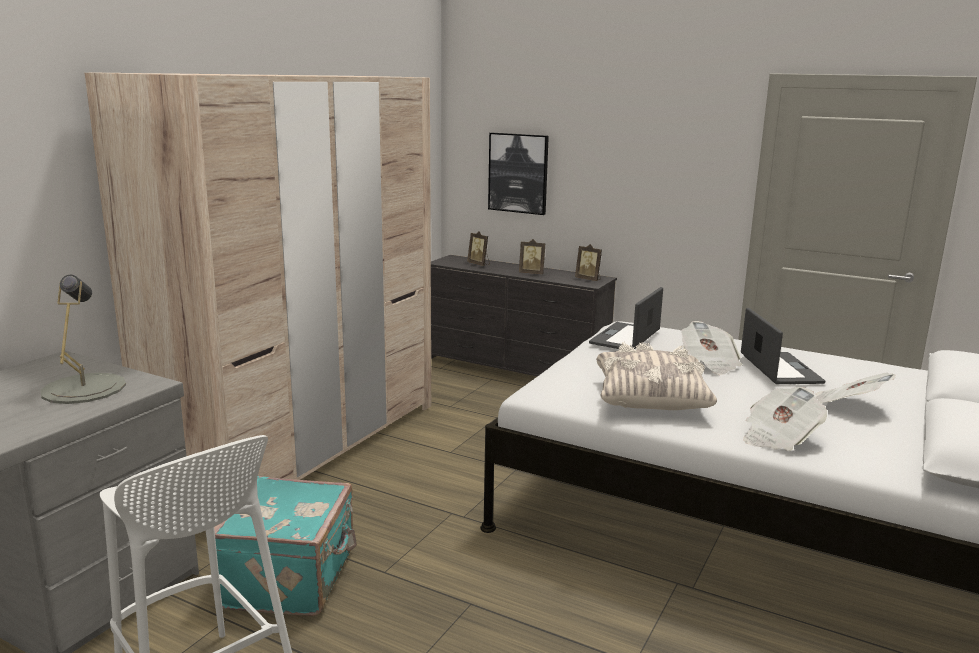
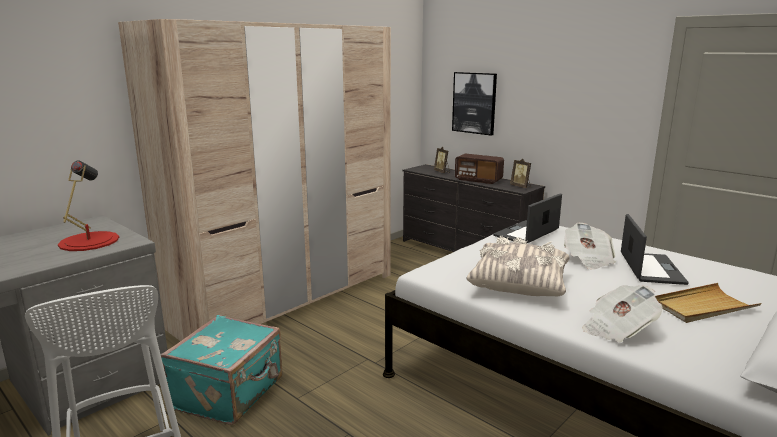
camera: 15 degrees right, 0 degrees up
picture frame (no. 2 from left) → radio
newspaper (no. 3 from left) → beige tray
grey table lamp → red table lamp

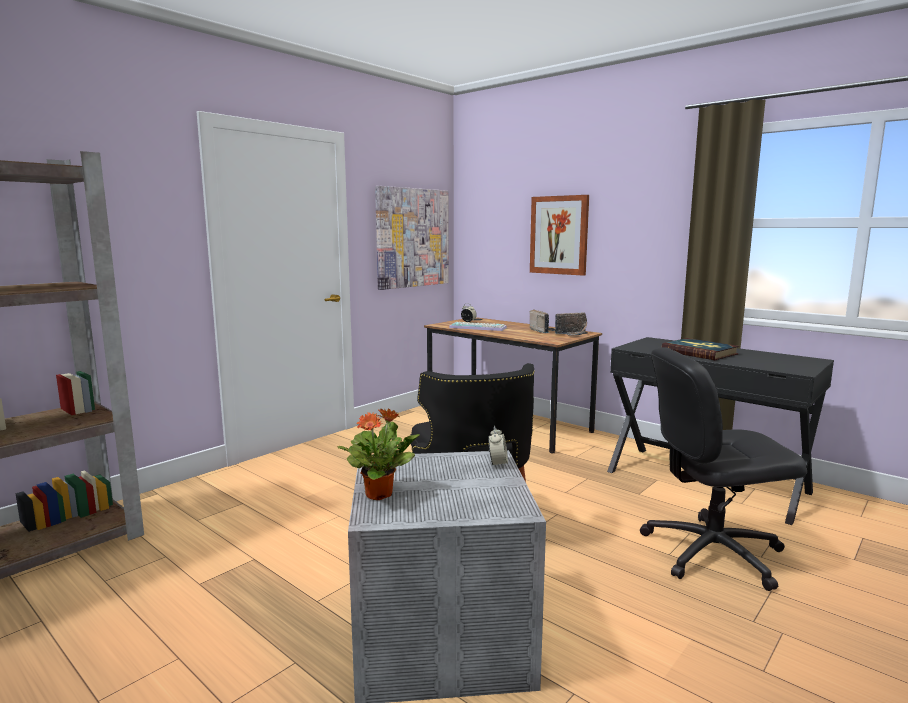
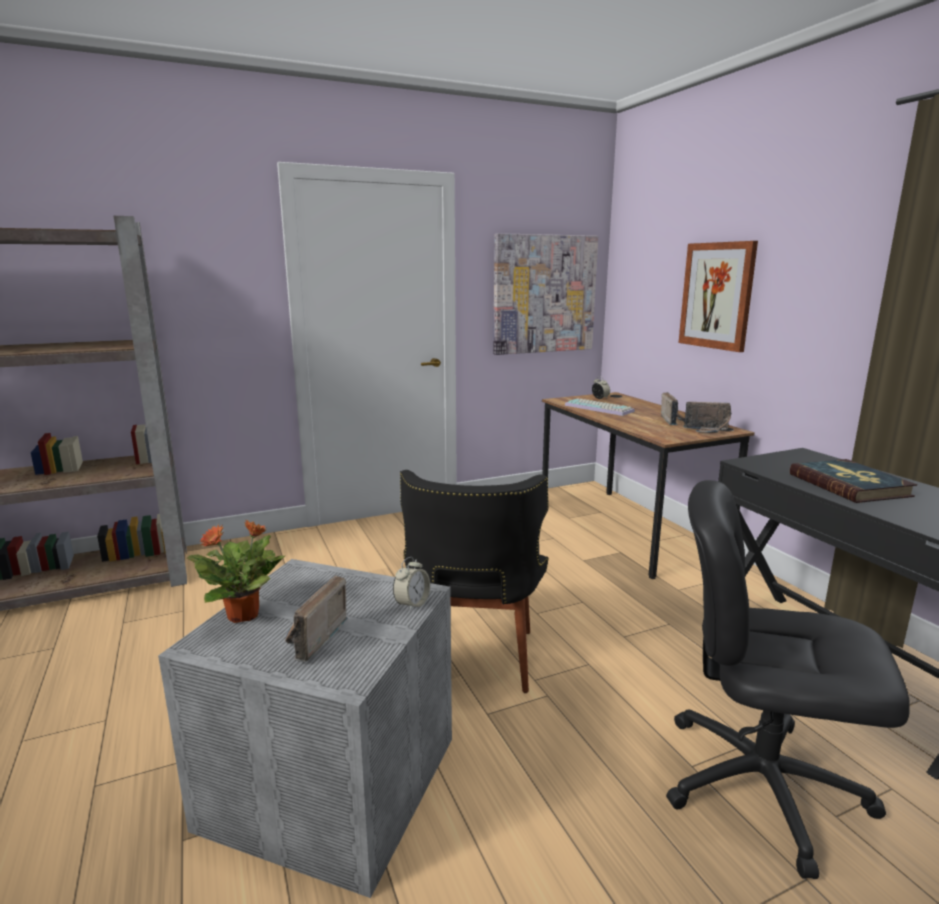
camera: 25 degrees right, 5 degrees up
- → radio (no. 1 from left)

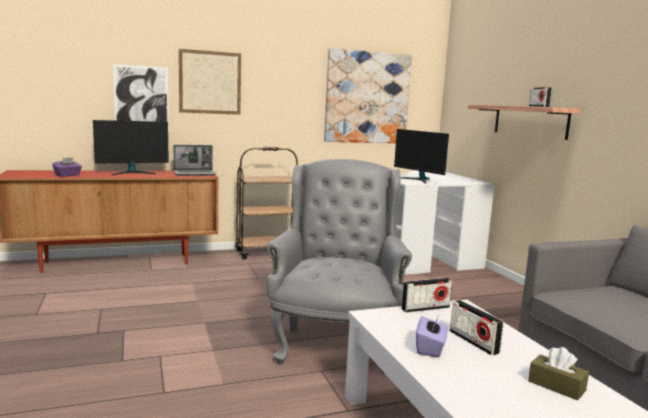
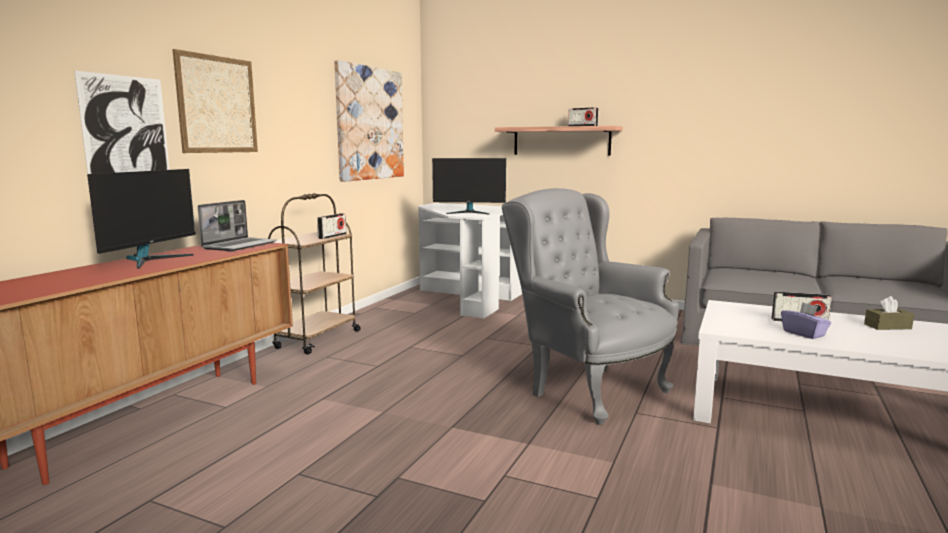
camera: 45 degrees left, 0 degrees up
purple tissue box (no. 1 from left) → -
radio (no. 1 from left), relocated

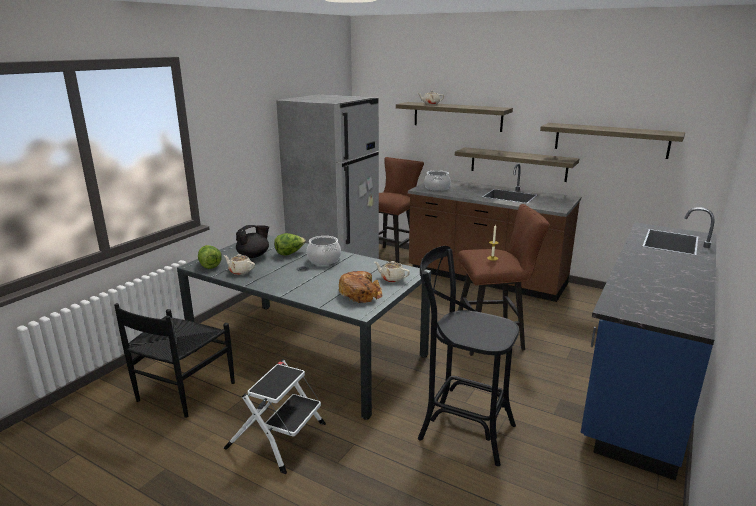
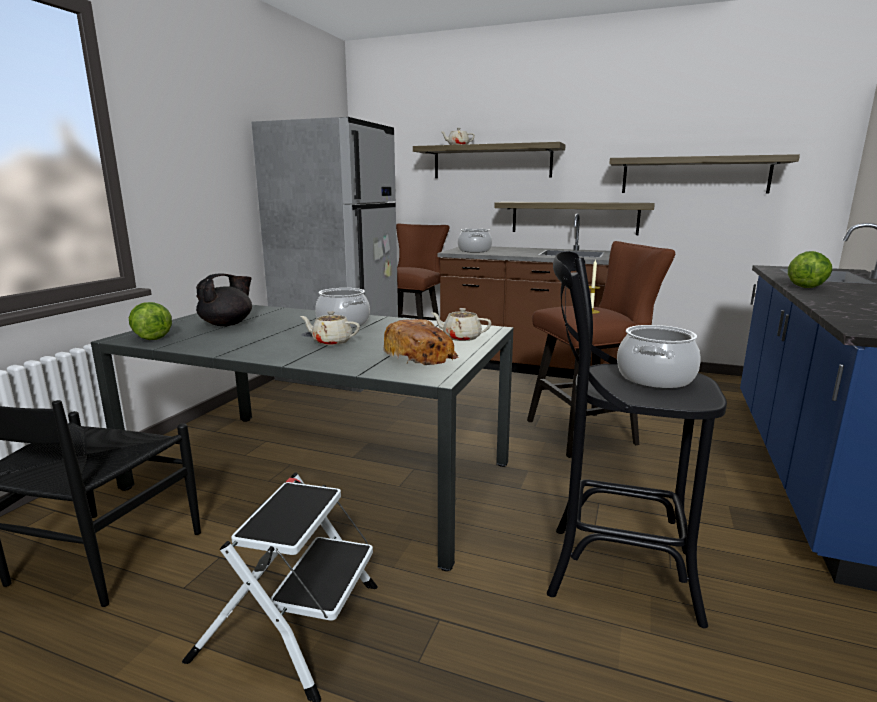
camera: 10 degrees left, 5 degrees down
- → cooking pot (no. 3 from left)
beige teapot (no. 1 from left), relocated
lettuce (no. 2 from left), relocated

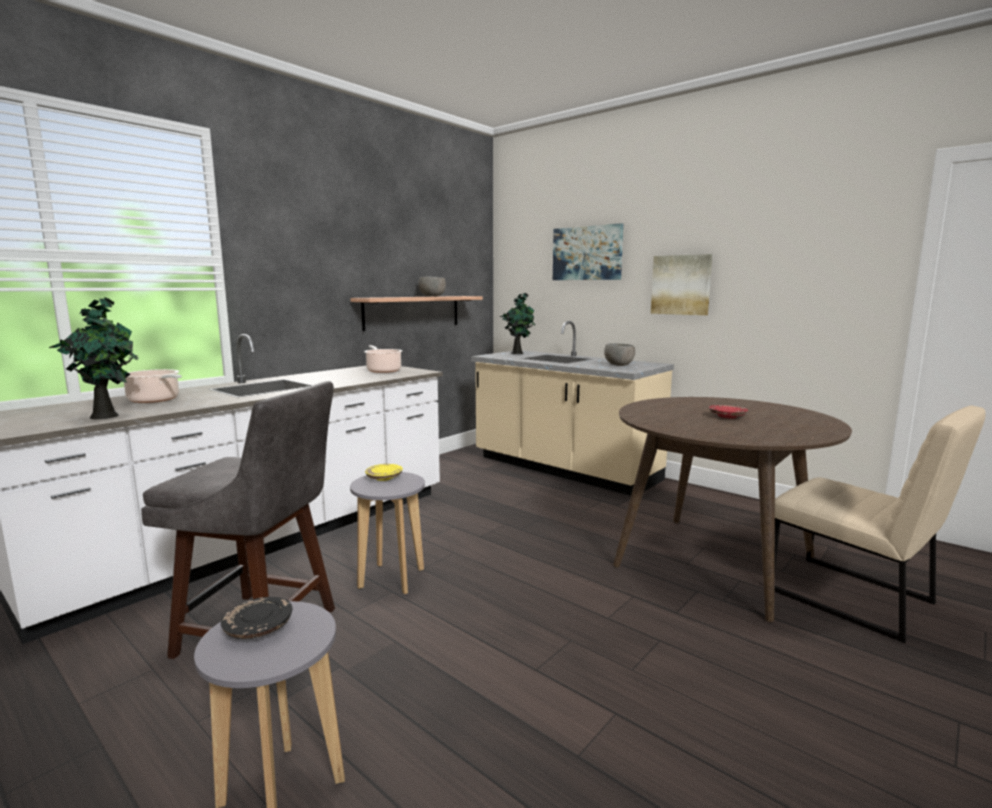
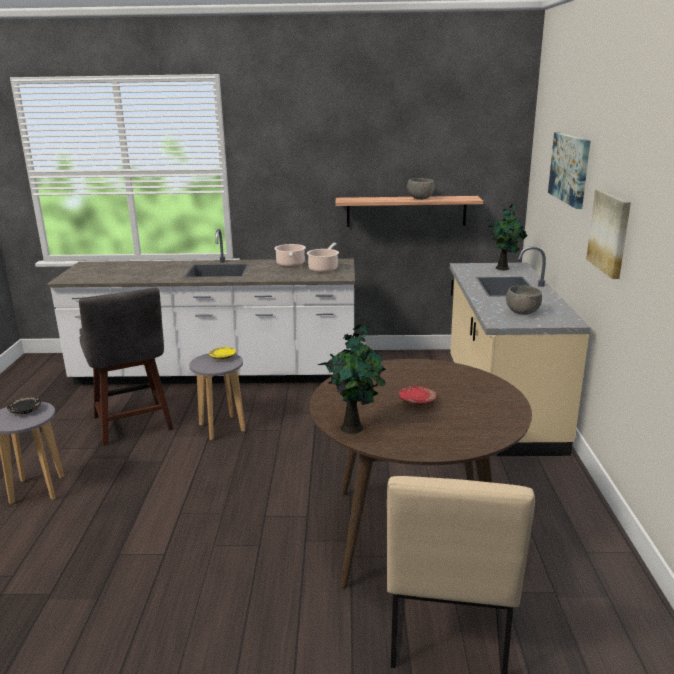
camera: 50 degrees right, 10 degrees up
potted plant (no. 1 from left), relocated
cooking pot (no. 1 from left), relocated

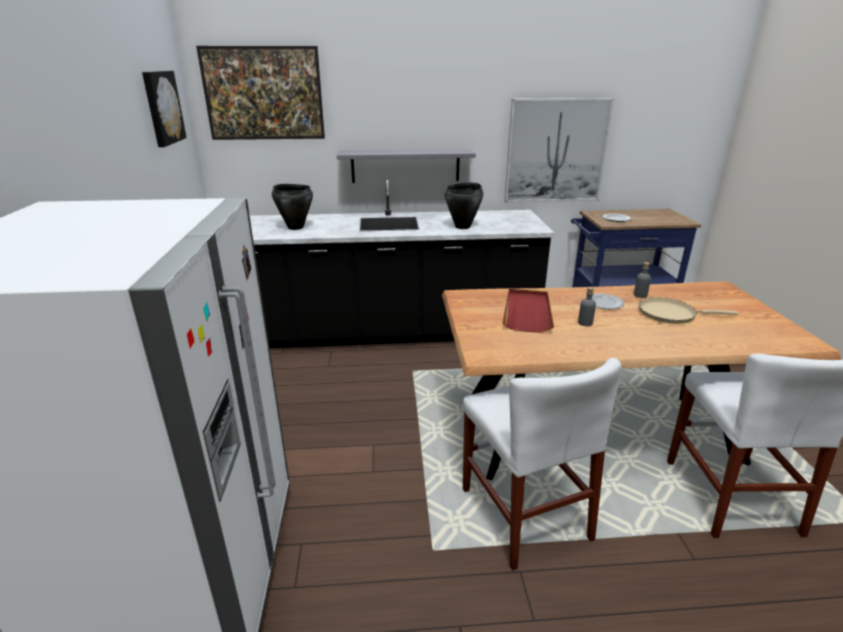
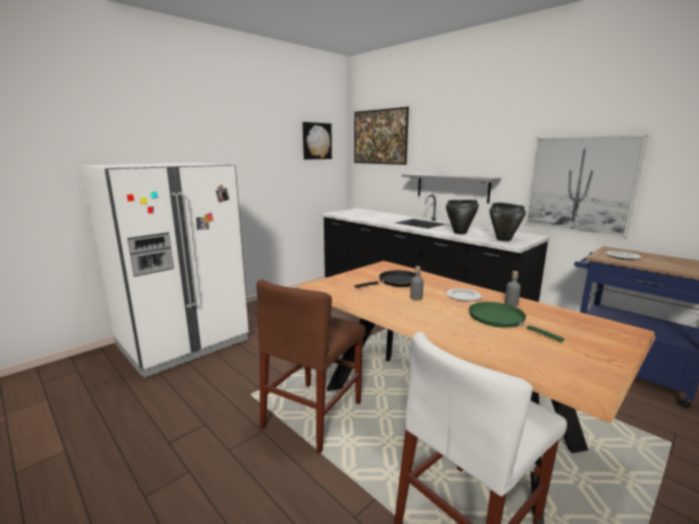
camera: 50 degrees right, 10 degrees down
black cooking pot (no. 1 from left in the first image) → black cooking pot (no. 2 from left), relocated
red tray → black frying pan
white chair (no. 1 from left) → brown chair
beige frying pan → green frying pan

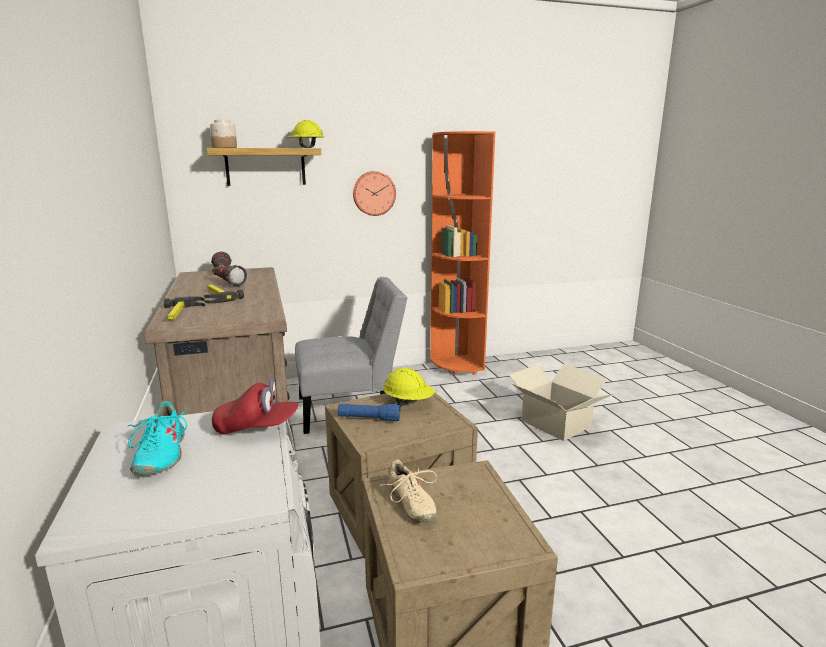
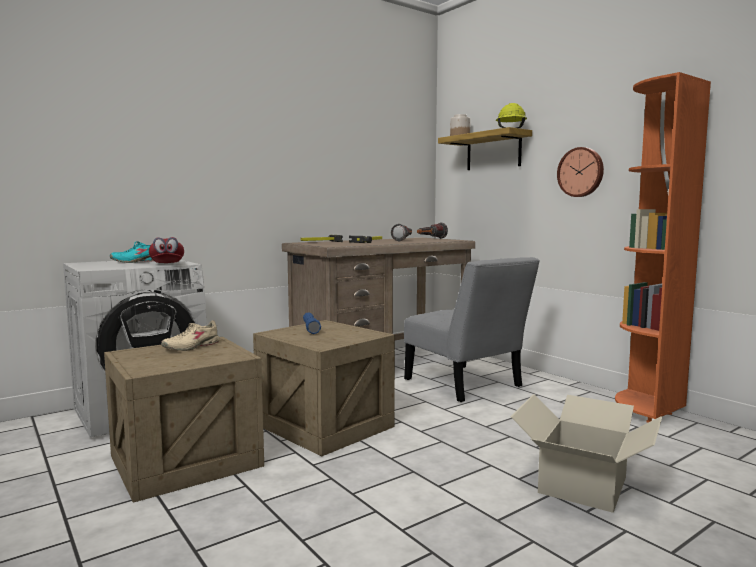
camera: 70 degrees right, 10 degrees down
yellow hard hat (no. 2 from left) → -

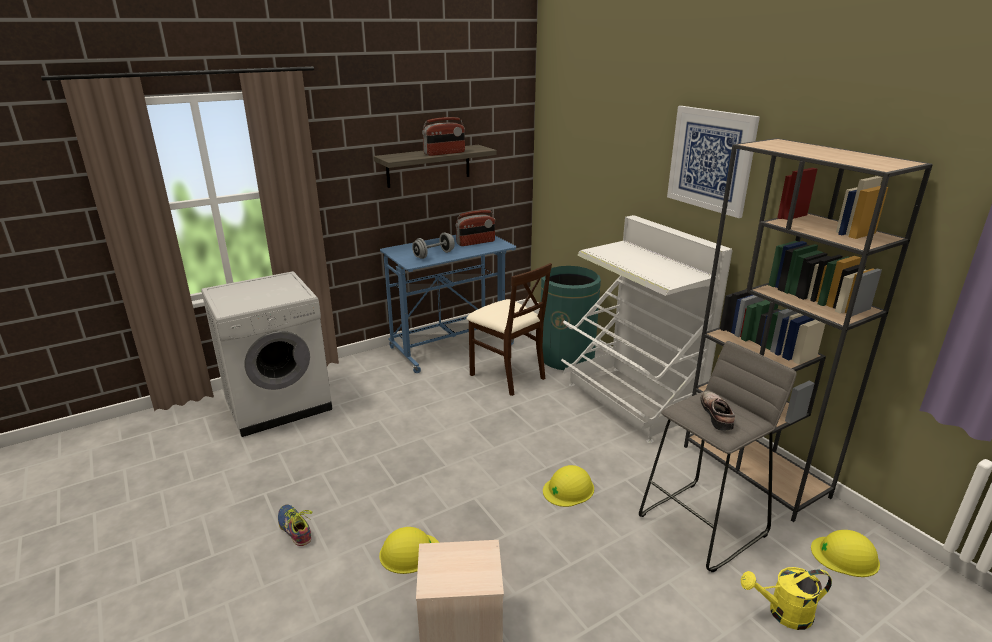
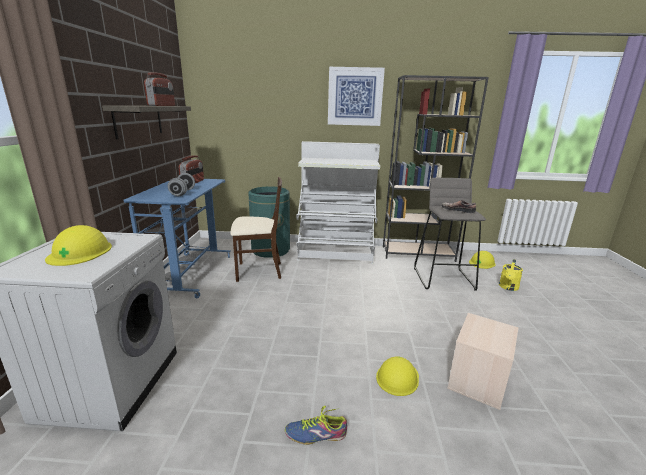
camera: 55 degrees left, 5 degrees down
yellow hard hat (no. 2 from left in the first image) → yellow hard hat (no. 1 from left), relocated

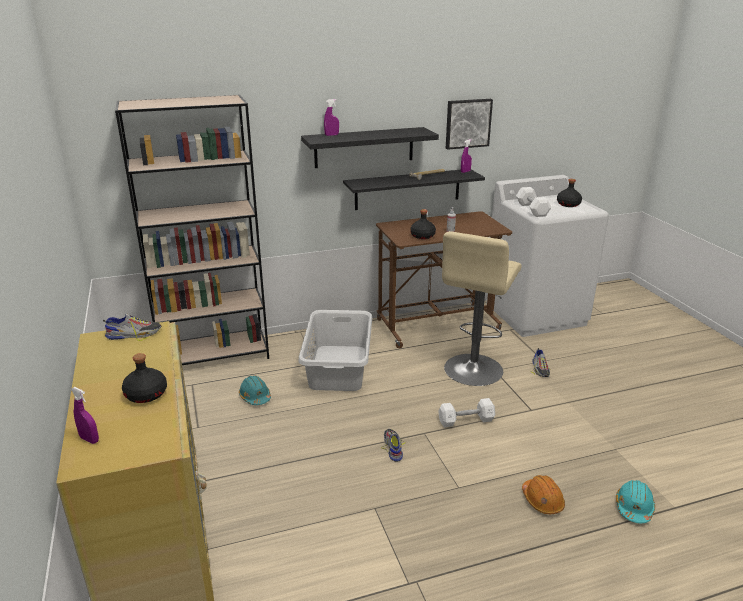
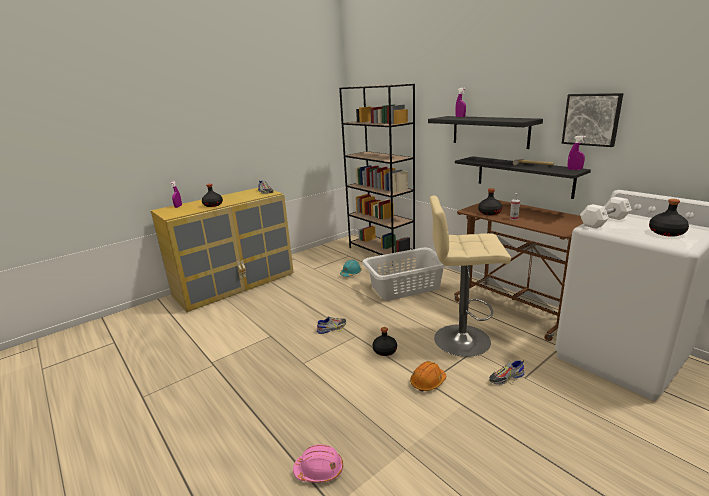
camera: 70 degrees right, 5 degrees down
orange hard hat, relocated
white dumbbell (no. 1 from left) → black bottle (no. 2 from left)
turquoise hard hat (no. 2 from left) → pink hard hat

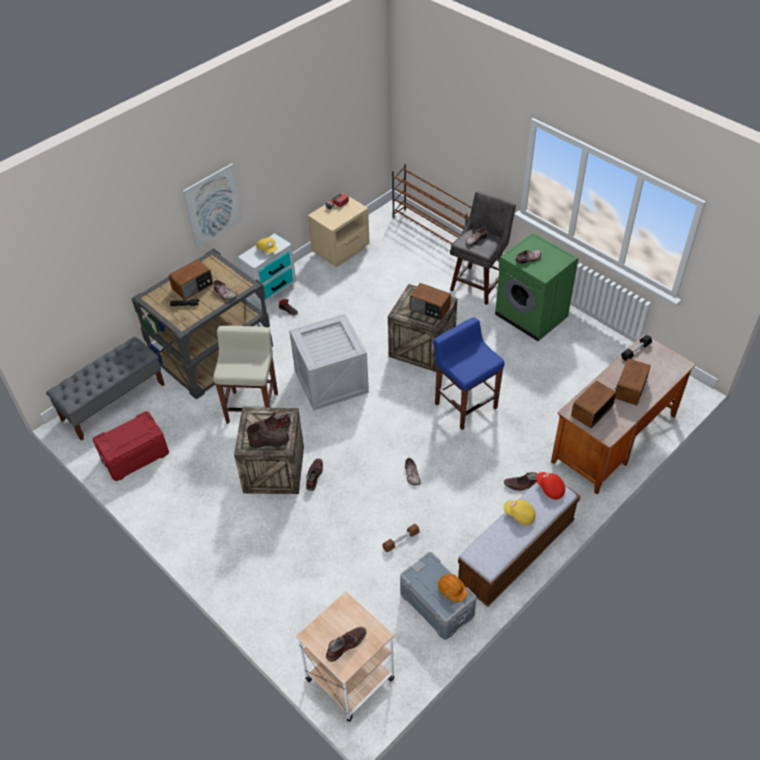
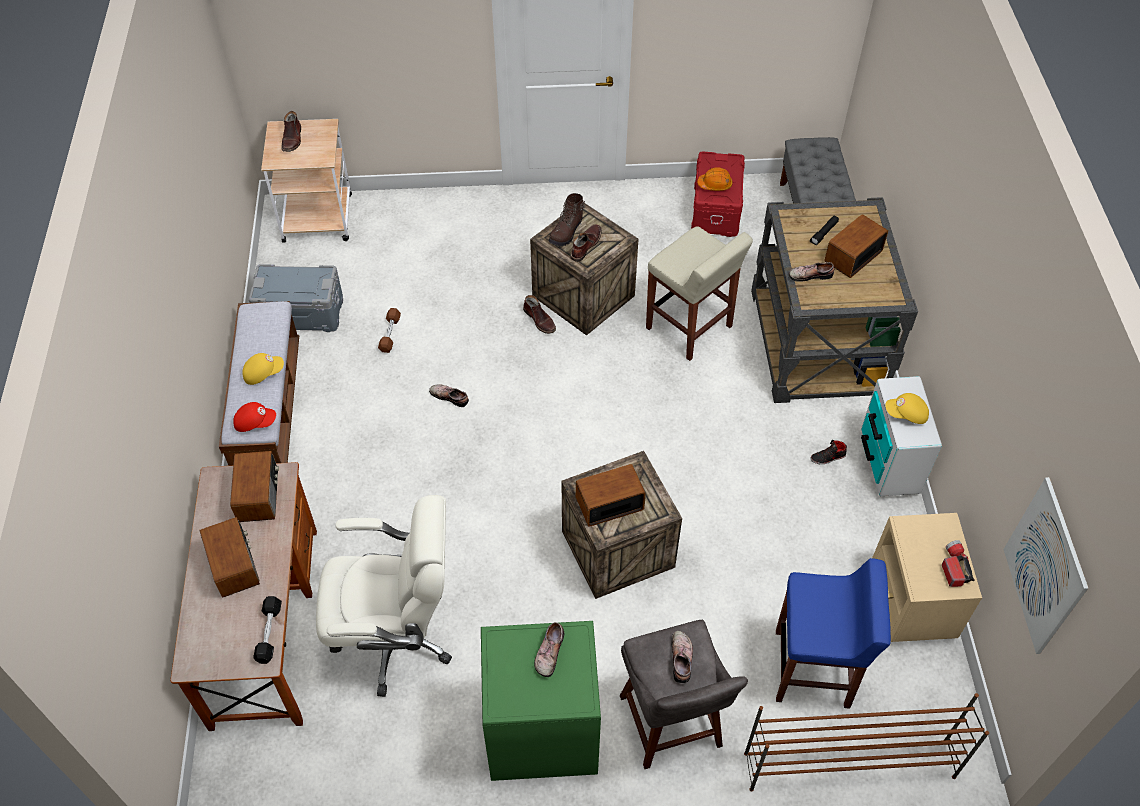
camera: 130 degrees right, 5 degrees up
crate (no. 2 from left) → -
brown boot (no. 5 from left) → -
- → white office chair
picture, relocated
blue stool, relocated
orange hard hat, relocated
radio (no. 1 from left in the first image) → radio (no. 4 from left), 45 degrees clockwise

